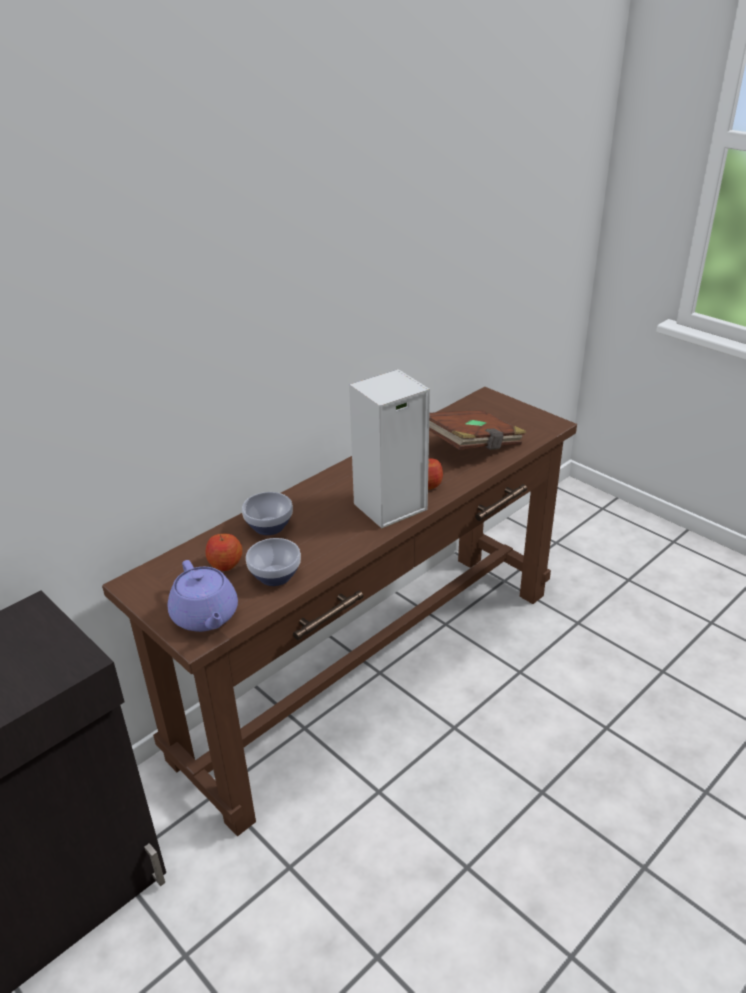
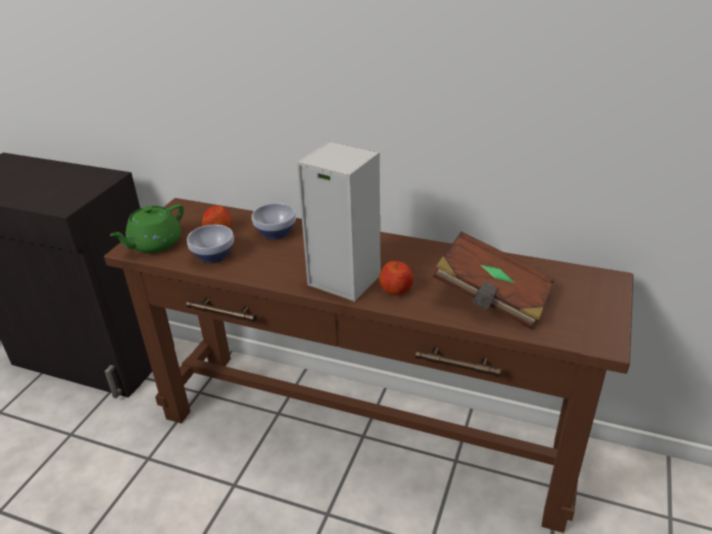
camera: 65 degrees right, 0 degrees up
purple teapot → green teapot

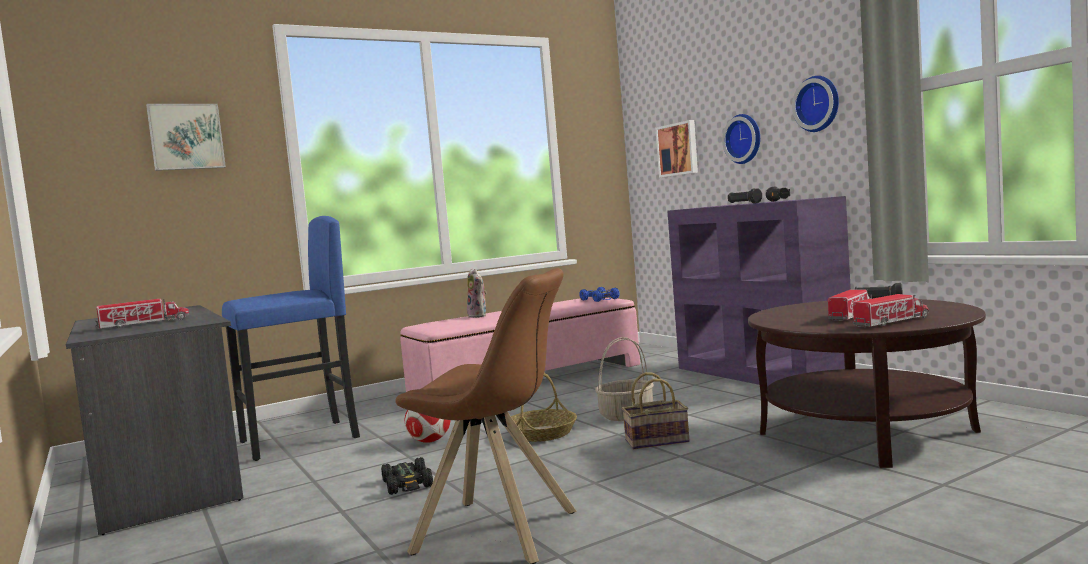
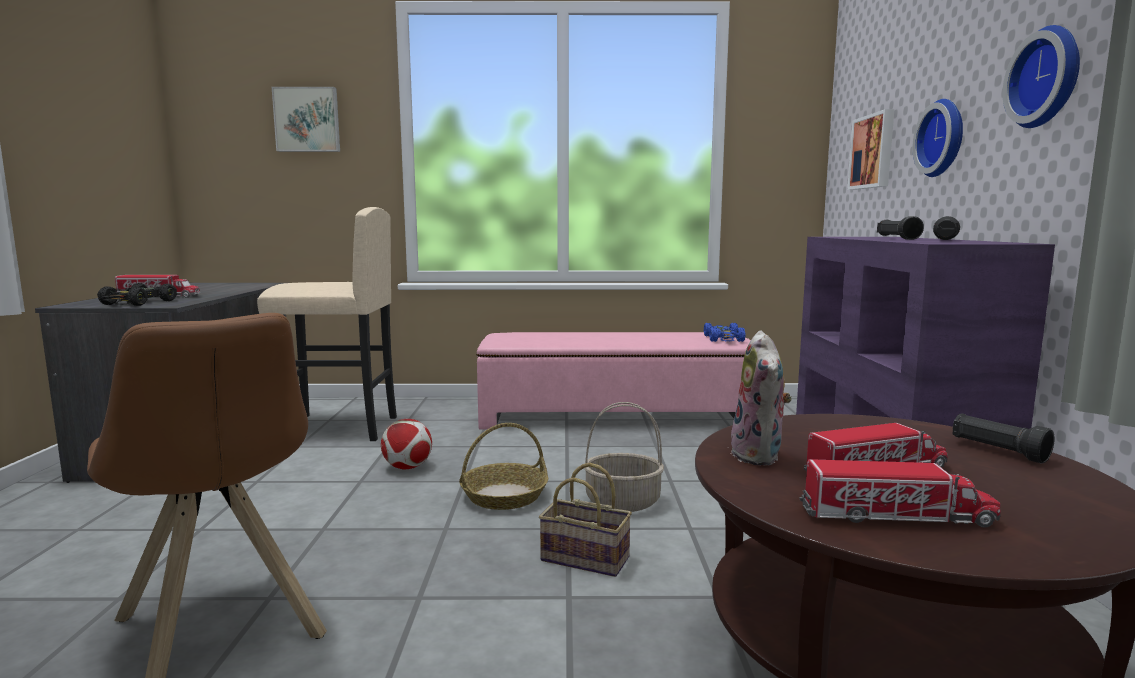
camera: 30 degrees right, 5 degrees up
black toy car, relocated
plush toy, relocated
blue stool → beige stool

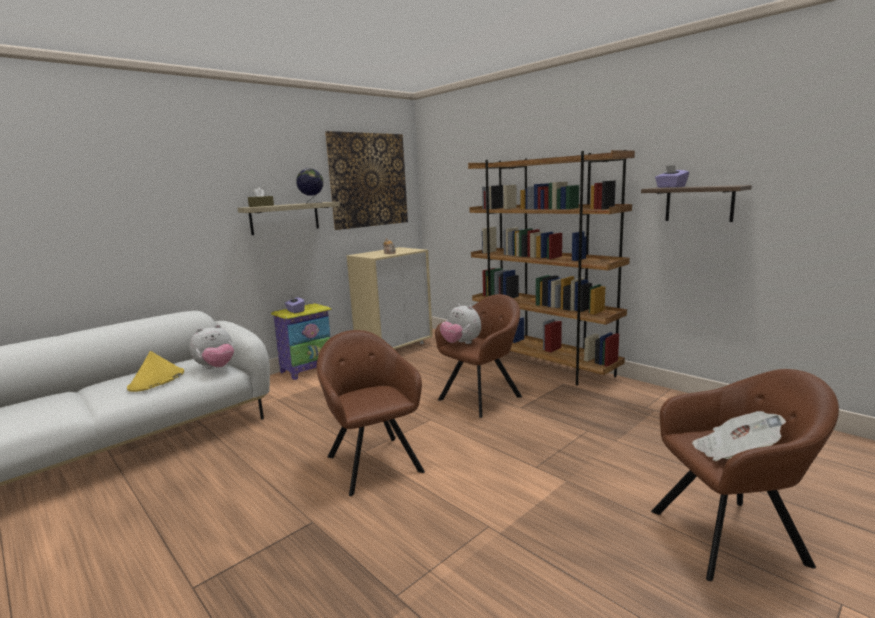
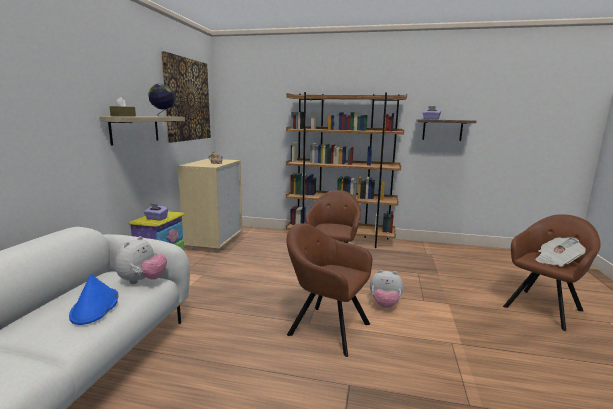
camera: 35 degrees left, 0 degrees up
plush toy (no. 2 from left), relocated
yellow hat → blue hat

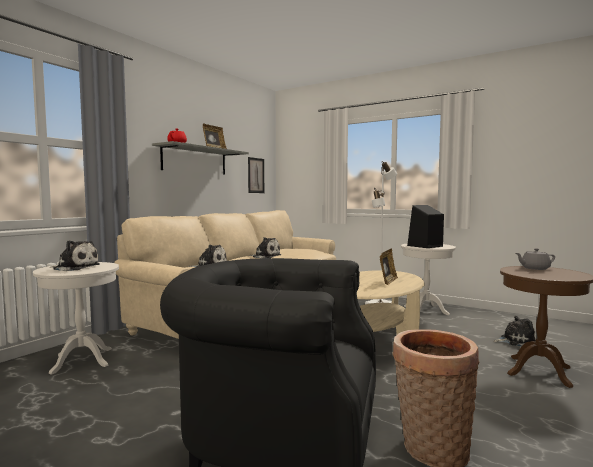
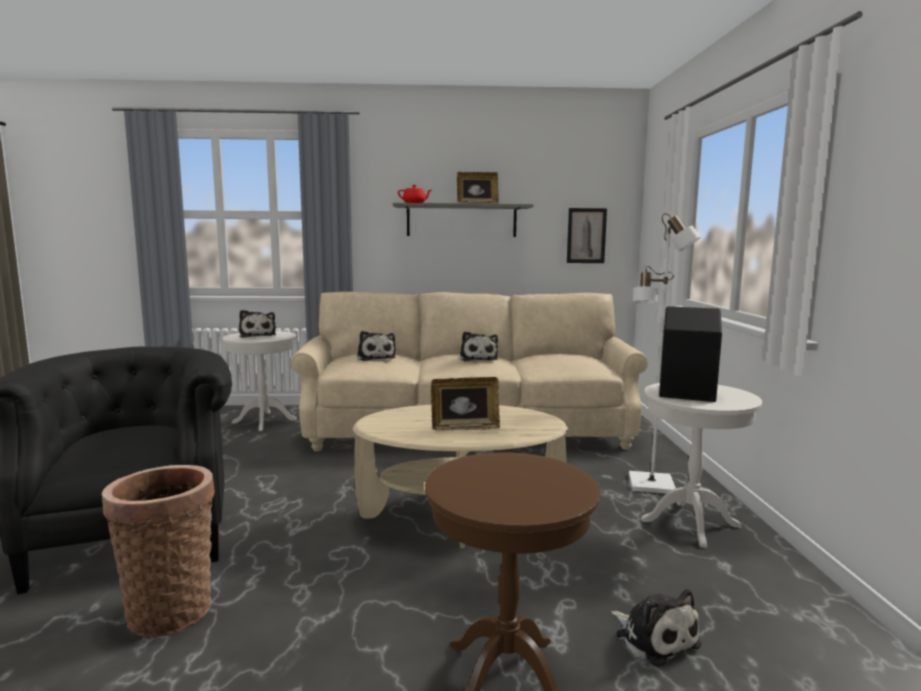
camera: 55 degrees right, 5 degrees up
grey teapot → -

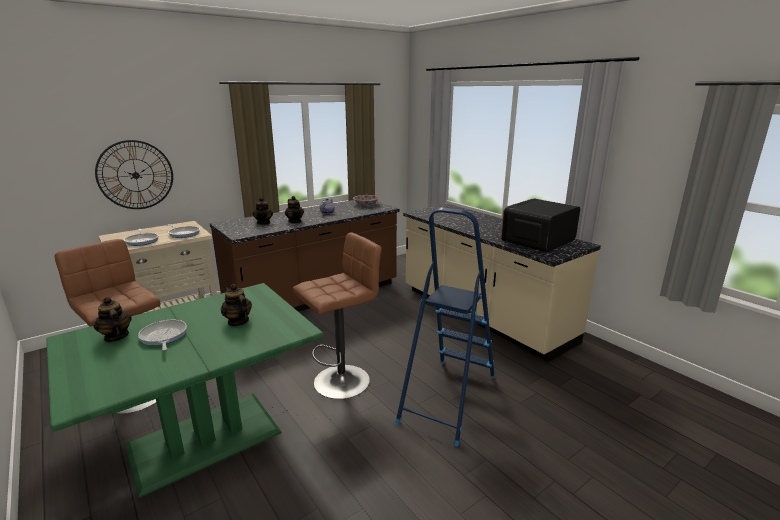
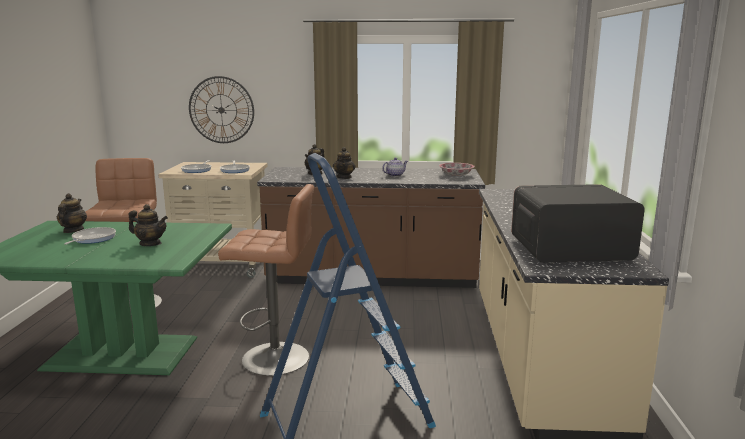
camera: 40 degrees right, 5 degrees down
teapot (no. 2 from left), 105 degrees clockwise

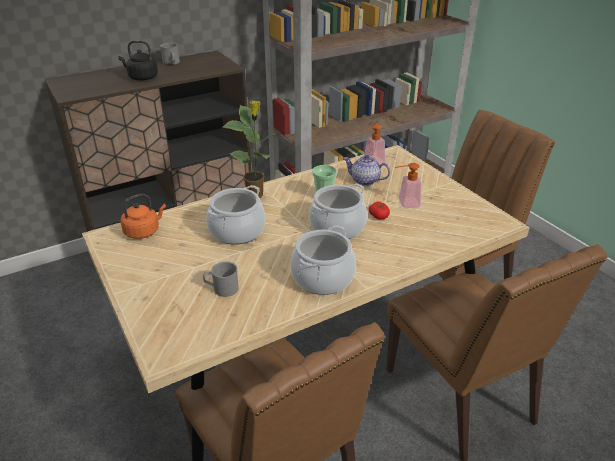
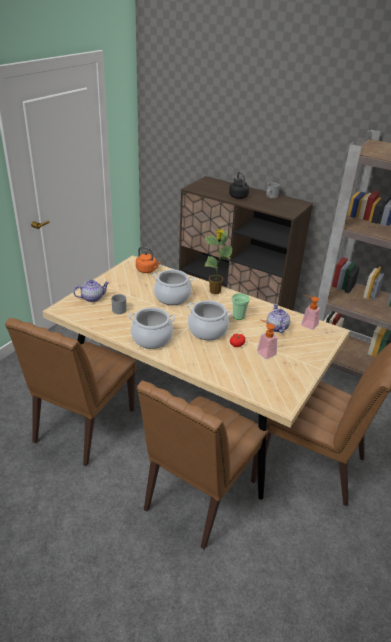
camera: 60 degrees right, 0 degrees up
- → teapot (no. 1 from left)

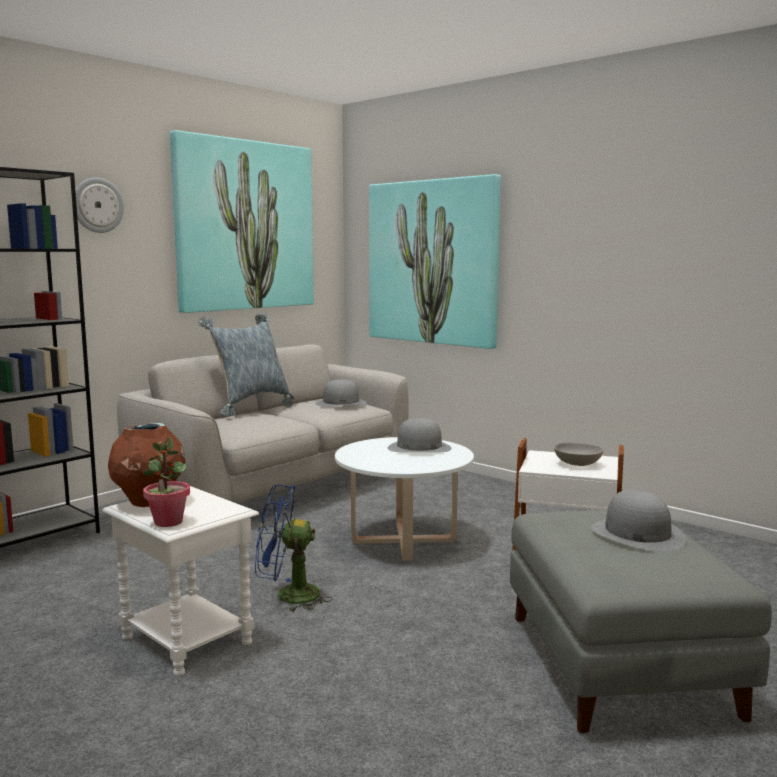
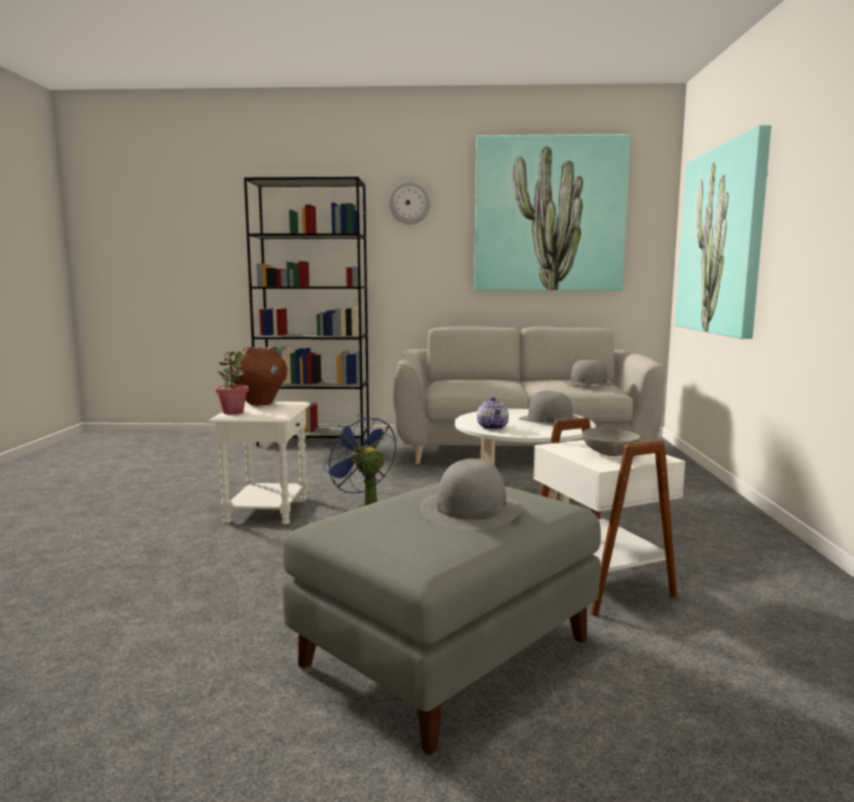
camera: 50 degrees right, 0 degrees up
pillow → -
- → teapot

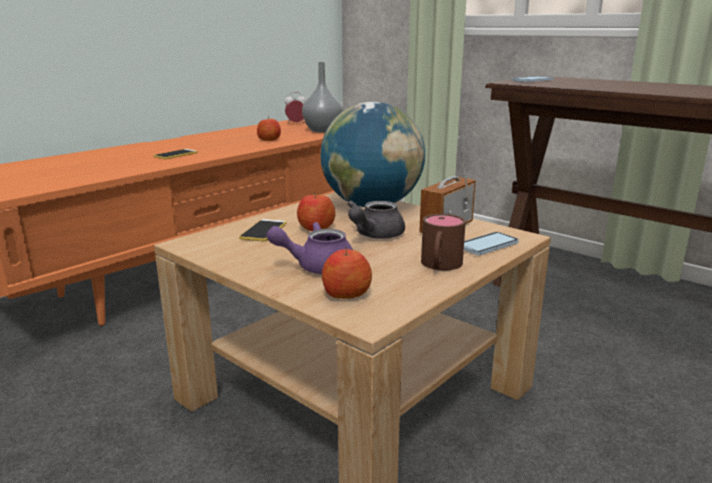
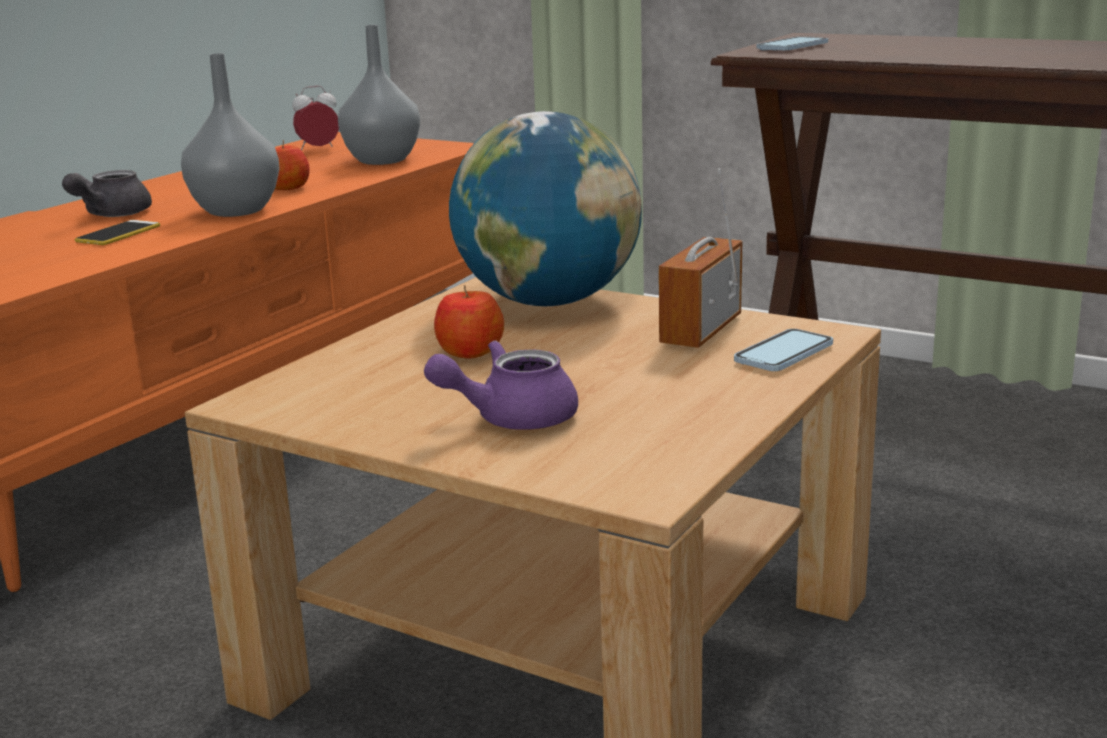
camera: 10 degrees left, 0 degrees up
phone (no. 2 from left) → -
apple (no. 3 from left) → -
brown mug → -
- → grey vase (no. 1 from left)
grey teapot, relocated

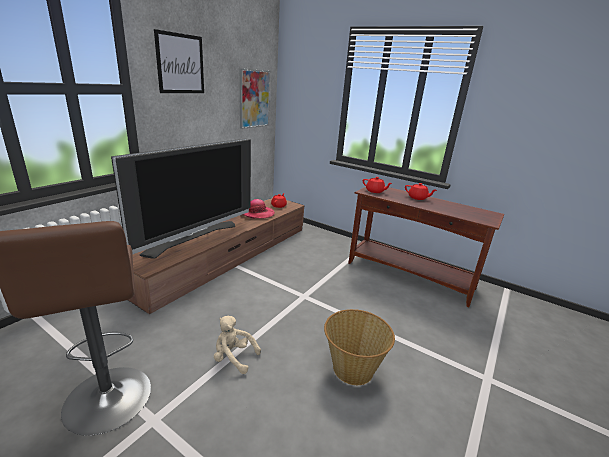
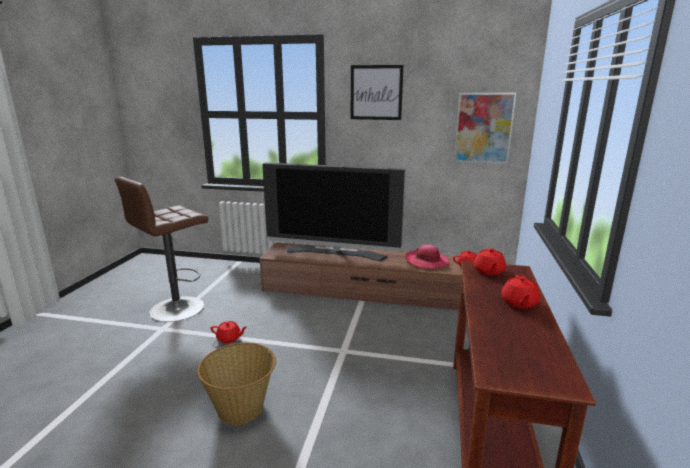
camera: 70 degrees right, 5 degrees down
beige plush toy → red teapot (no. 1 from left)

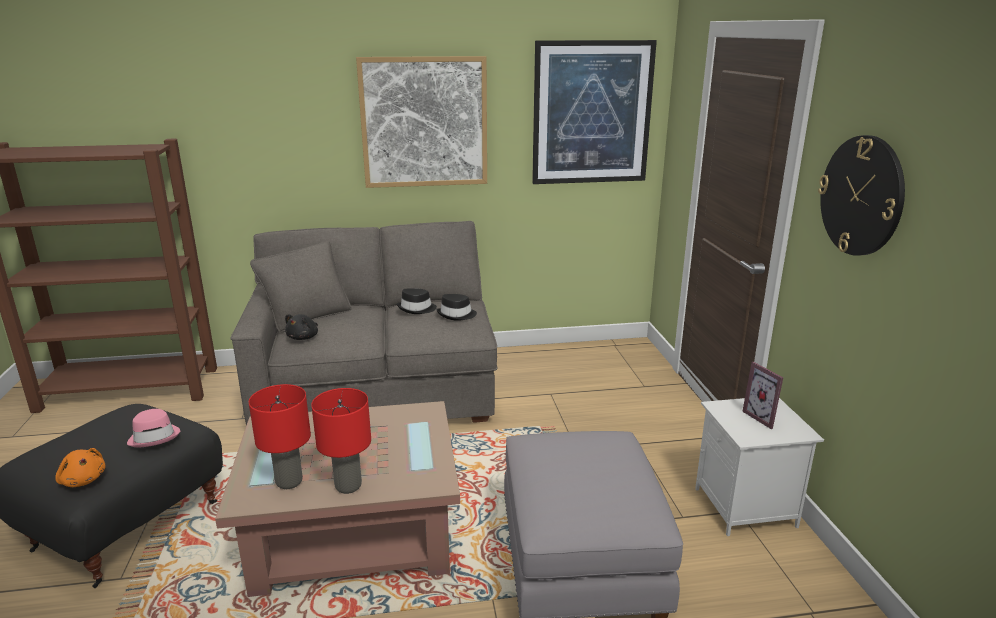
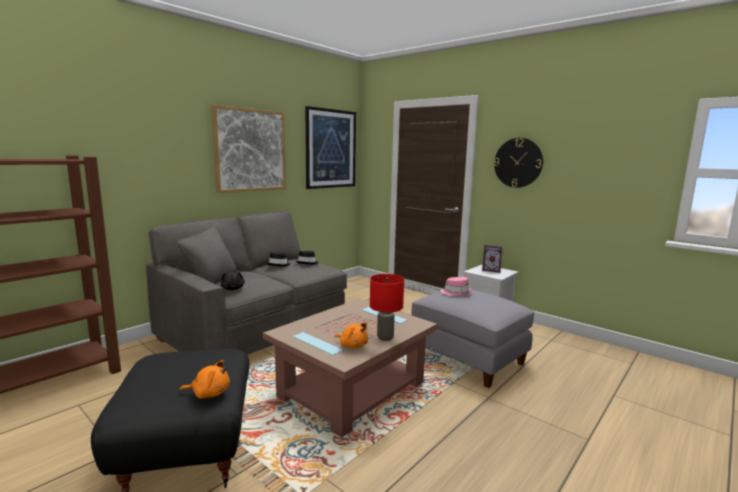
camera: 40 degrees left, 10 degrees down
pink hat, relocated
red table lamp (no. 1 from left) → orange plush toy (no. 2 from left)

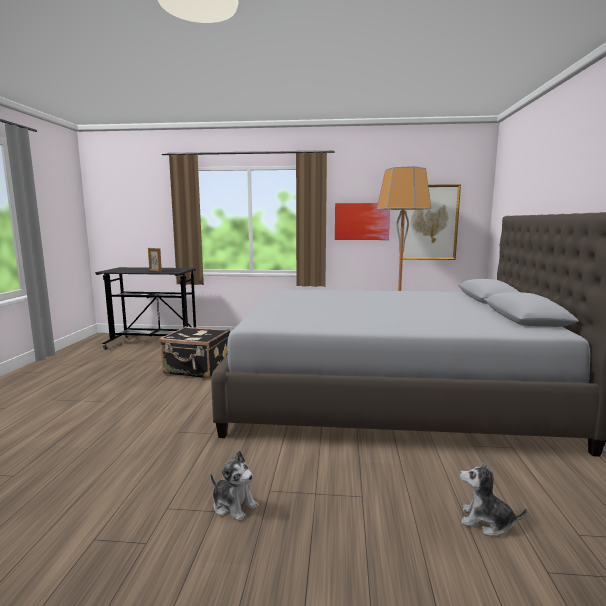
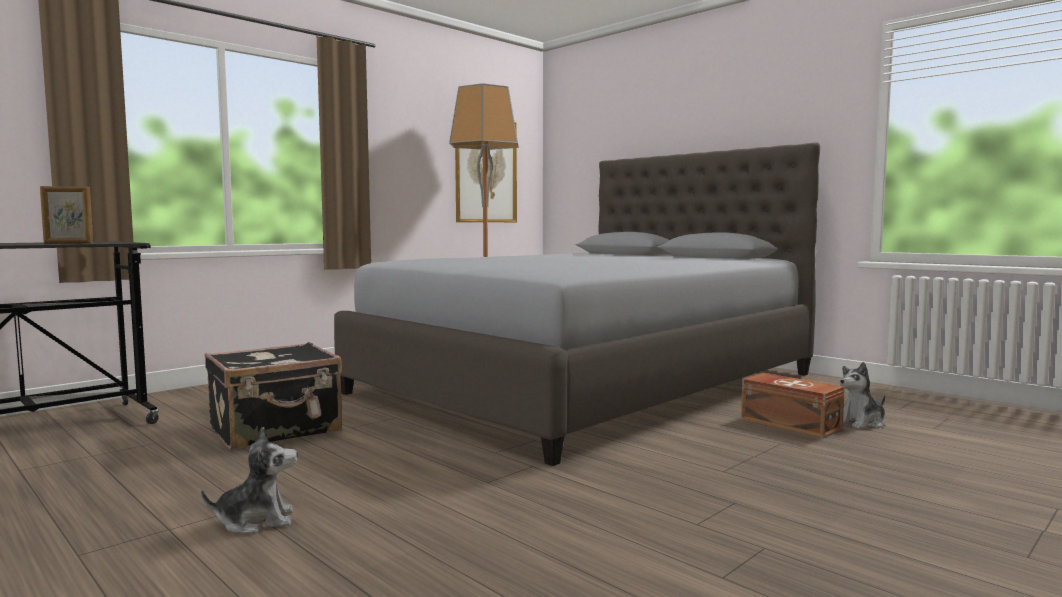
camera: 50 degrees left, 5 degrees down
picture (no. 1 from left) → -
- → brown storage box
plush toy (no. 1 from left), relocated

